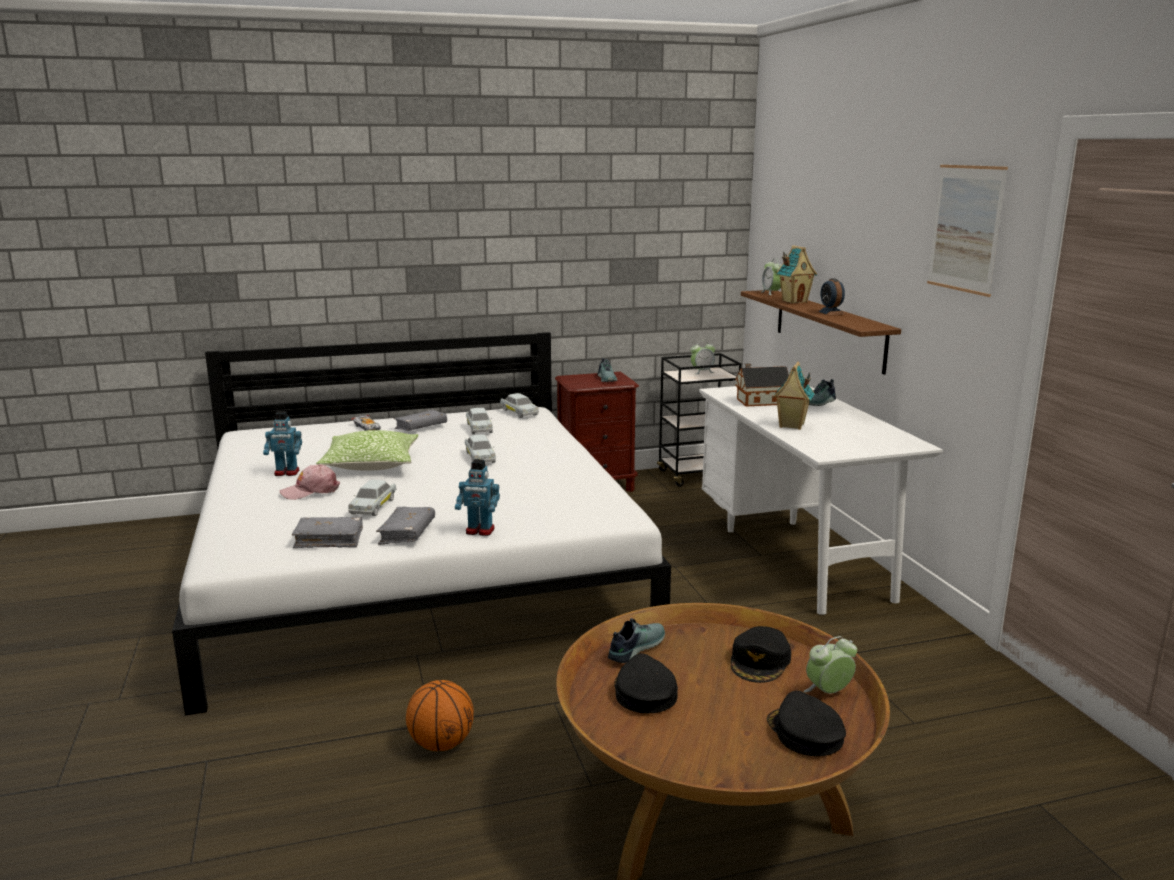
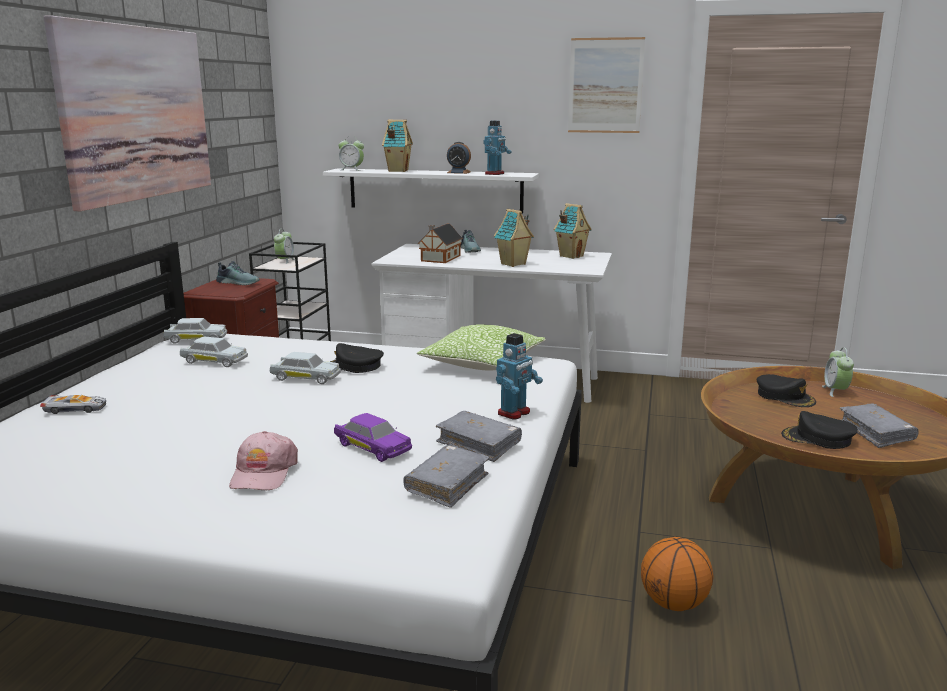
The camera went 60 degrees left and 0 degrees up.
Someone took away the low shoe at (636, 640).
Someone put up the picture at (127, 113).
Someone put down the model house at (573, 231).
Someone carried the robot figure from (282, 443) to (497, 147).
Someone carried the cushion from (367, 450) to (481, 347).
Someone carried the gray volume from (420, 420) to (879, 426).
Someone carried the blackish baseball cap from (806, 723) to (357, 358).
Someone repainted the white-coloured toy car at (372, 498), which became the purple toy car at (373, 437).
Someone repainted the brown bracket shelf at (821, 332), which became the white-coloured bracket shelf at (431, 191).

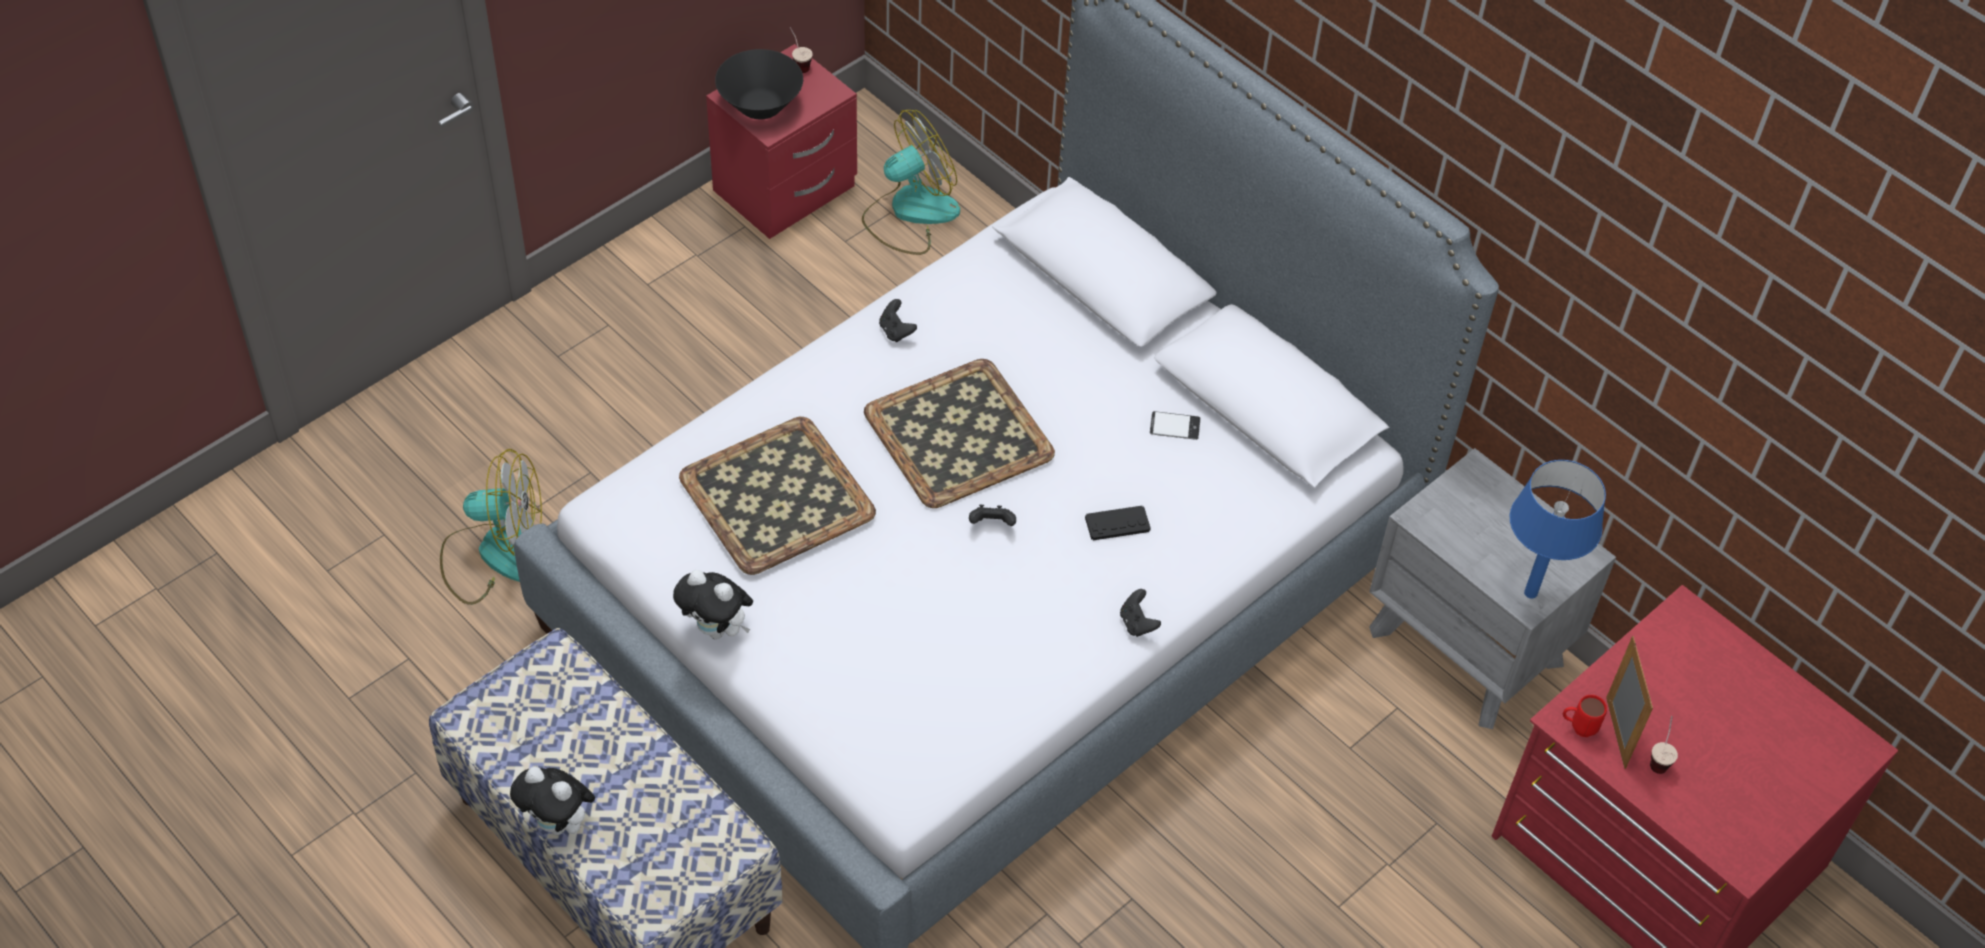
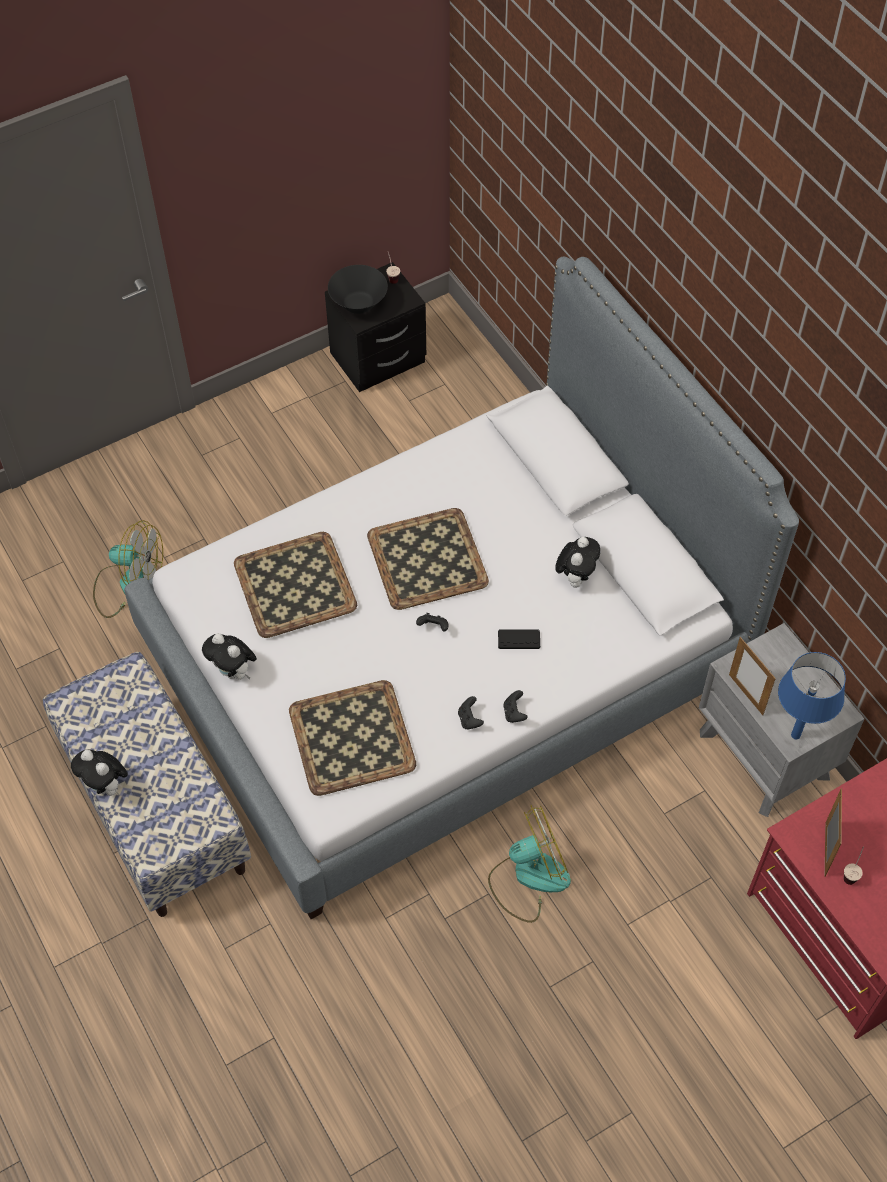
The camera went 15 degrees right and 5 degrees up.
Someone took away the red-coloured coffee mug at (1585, 716).
Someone put down the tray at (352, 738).
Someone put down the standing frame at (752, 676).
Someone carried the fan from (911, 182) to (529, 864).
Someone carried the blackish joypad from (898, 320) to (471, 712).
Someone swapped the handset at (1175, 425) for the soft toy at (577, 562).
Someone repainted the red-coloured nightstand at (781, 141), which became the blackish nightstand at (375, 327).

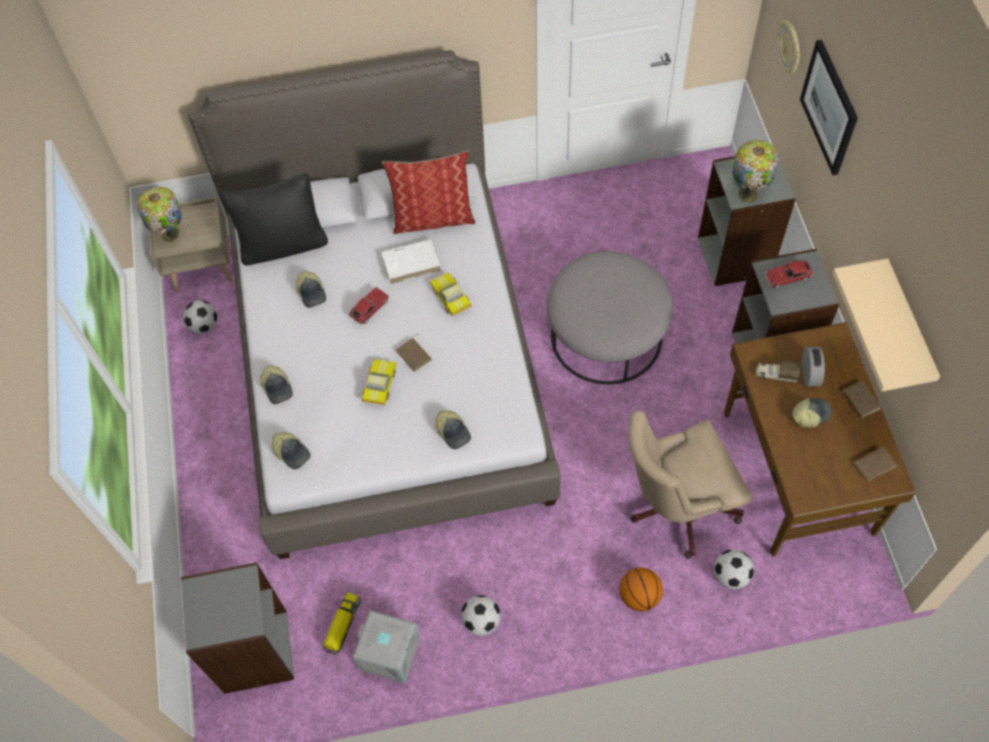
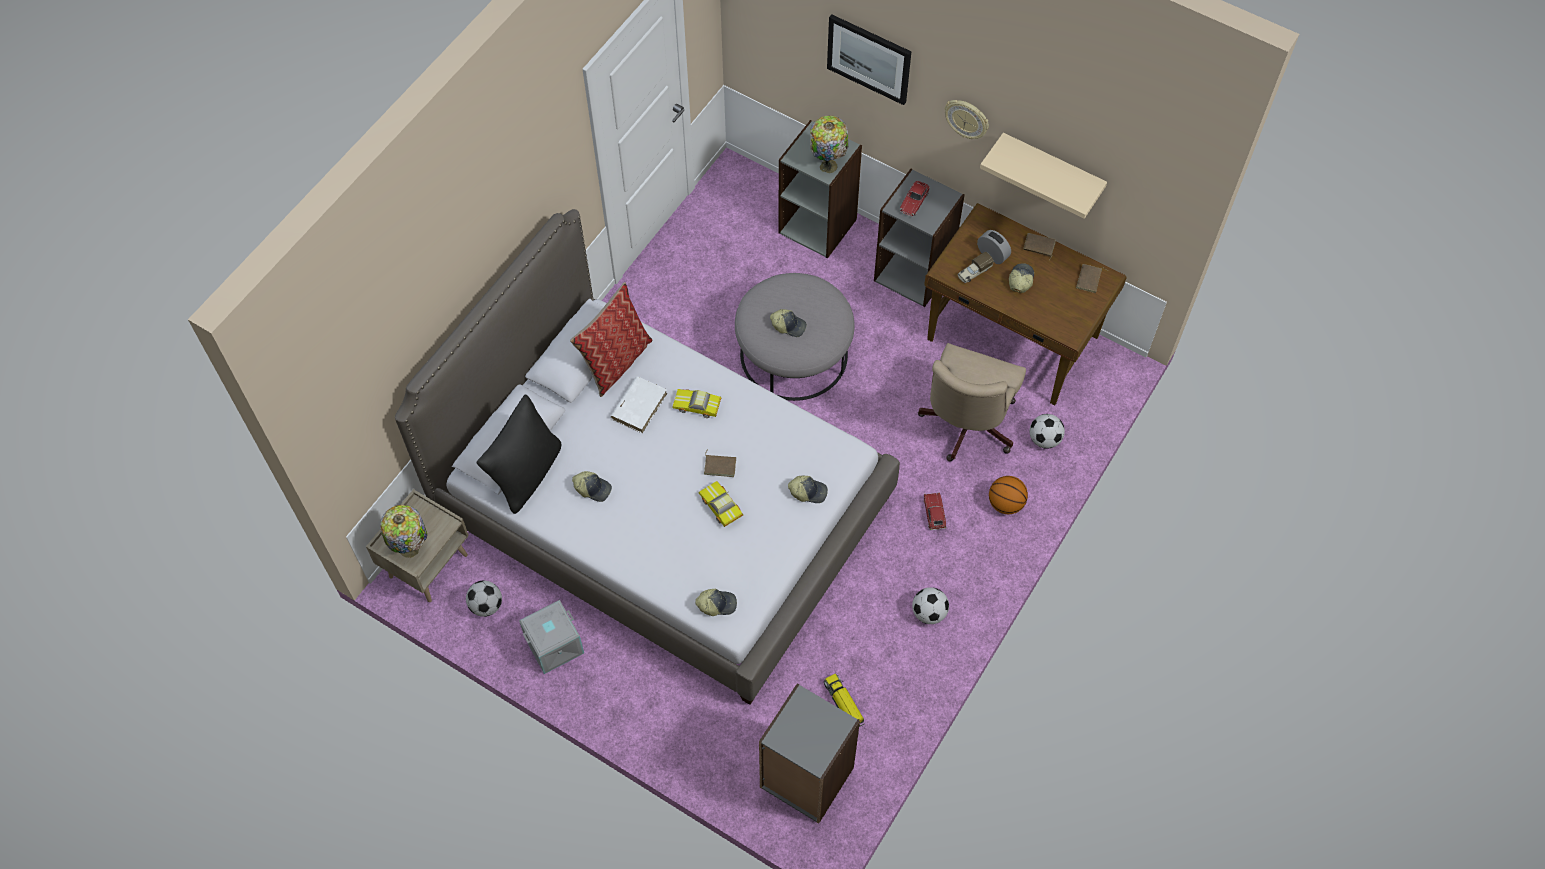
The camera went 50 degrees left and 0 degrees up.
Someone carried the baseball cap from (276, 384) to (788, 323).
Someone carried the toy car from (369, 306) to (935, 511).
Someone carried the gray storage container from (386, 647) to (551, 637).
Someone carried the wall clock from (788, 46) to (967, 119).

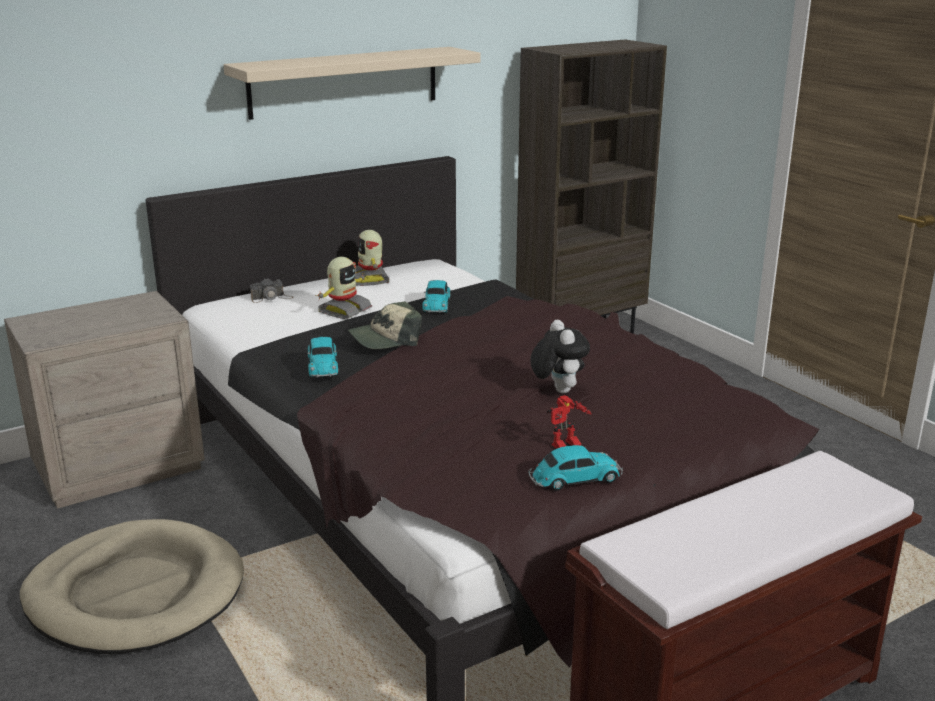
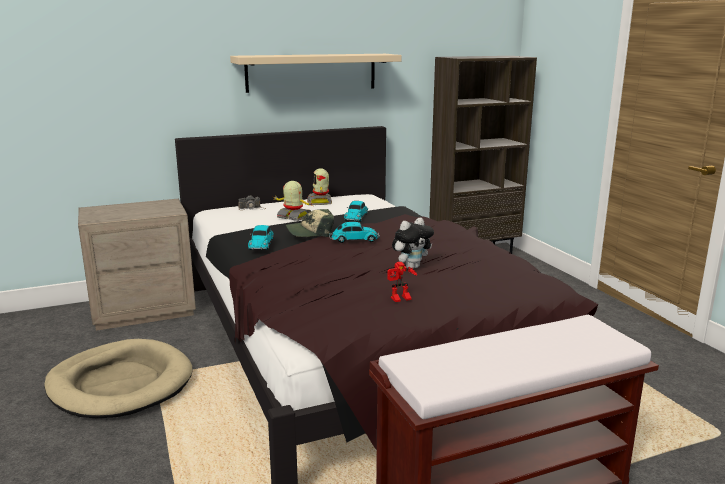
The camera went 10 degrees right and 5 degrees down.
Someone carried the toy car from (575, 468) to (354, 232).
Someone rotated the robot figure at (343, 288) by 105 degrees counterclockwise.
Someone rotated the soft toy at (560, 357) by 60 degrees clockwise.

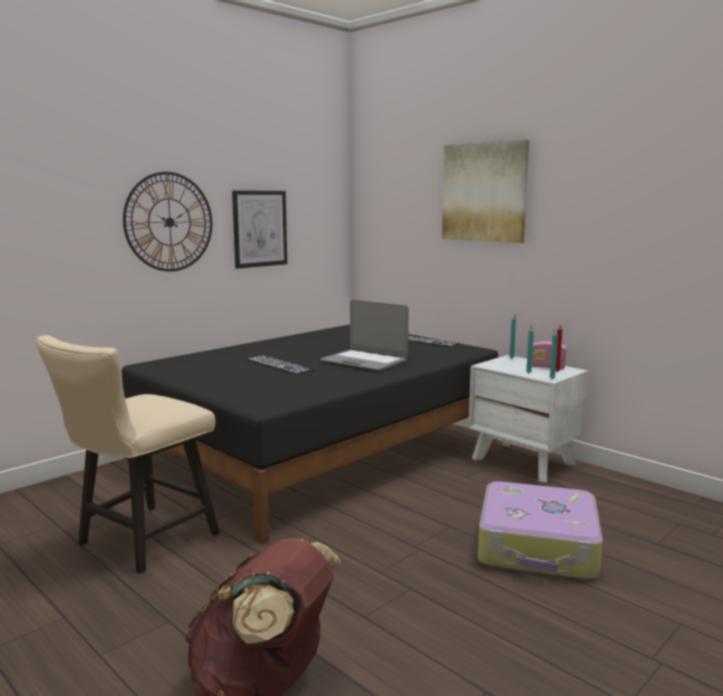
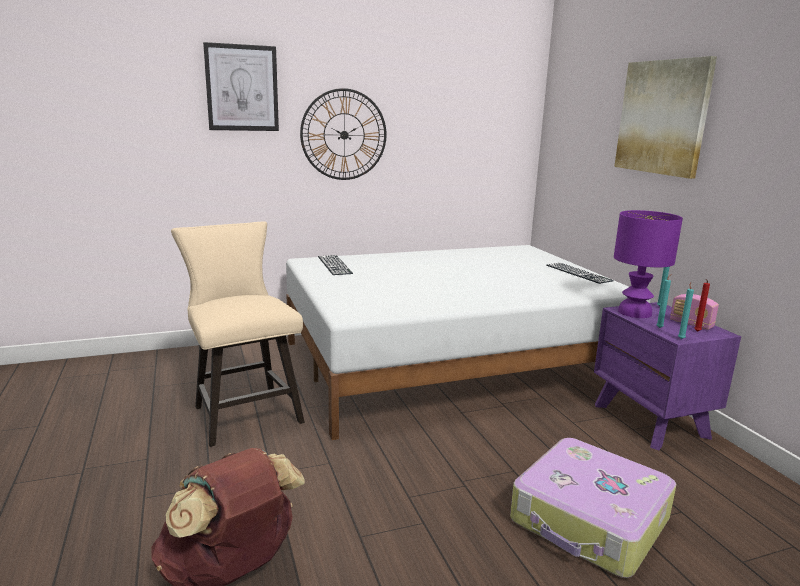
The camera went 25 degrees right and 5 degrees up.
Someone took away the portable computer at (364, 335).
Someone put down the purple table lamp at (648, 264).
Someone carried the picture from (259, 229) to (241, 86).
Someone carried the computer keyboard from (280, 365) to (335, 265).
Someone repainted the blackish bedroom bed at (310, 434), which became the white-coloured bedroom bed at (468, 342).
Someone repainted the white-coloured nightstand at (528, 418), which became the purple nightstand at (667, 376).
Someone rotated the beige-coloured upright chair at (128, 454) by 90 degrees clockwise.

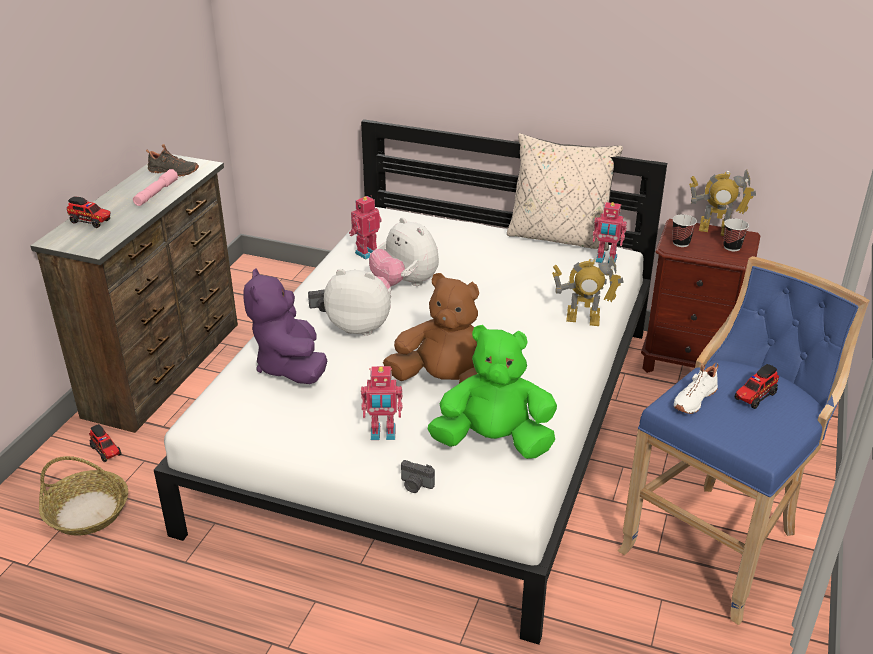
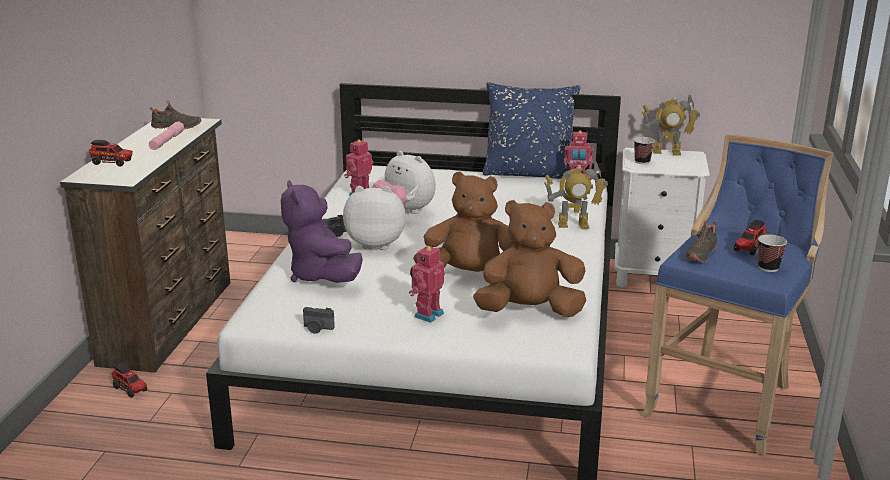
The camera went 10 degrees left and 10 degrees down.
Someone took away the storage basket at (83, 496).
Someone carried the still camera from (418, 476) to (319, 320).
Someone carried the cup from (736, 234) to (772, 253).
Someone repainted the greenish soft toy at (492, 392), which became the brown soft toy at (529, 258).
Someone repainted the beige-coloured cushion at (565, 192), which became the blue-coloured cushion at (532, 130).
Someone repainted the brown nightstand at (700, 296), which became the white-coloured nightstand at (662, 217).
Someone repainted the white-coloured low shoe at (696, 388), which became the blackish low shoe at (701, 241).
Someone rotated the robot figure at (381, 403) by 135 degrees clockwise.

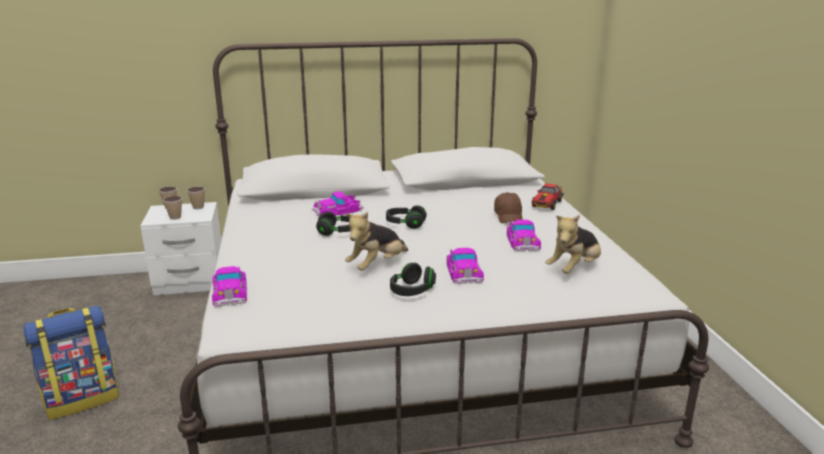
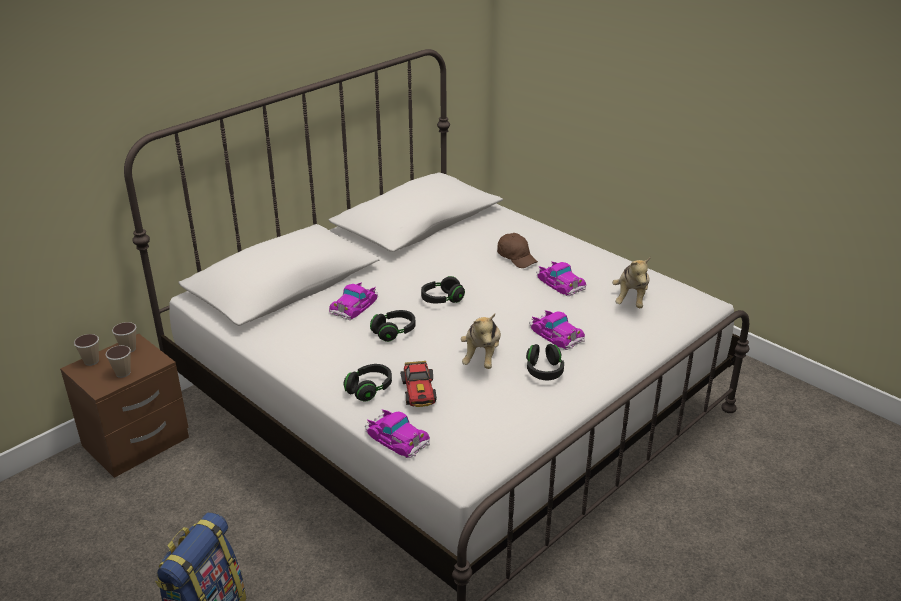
The camera went 35 degrees left and 10 degrees up.
Someone put down the blackish headphones at (367, 383).
Someone carried the toy car from (547, 196) to (418, 384).
Someone repainted the white-coloured nightstand at (180, 248), which became the brown nightstand at (124, 406).

